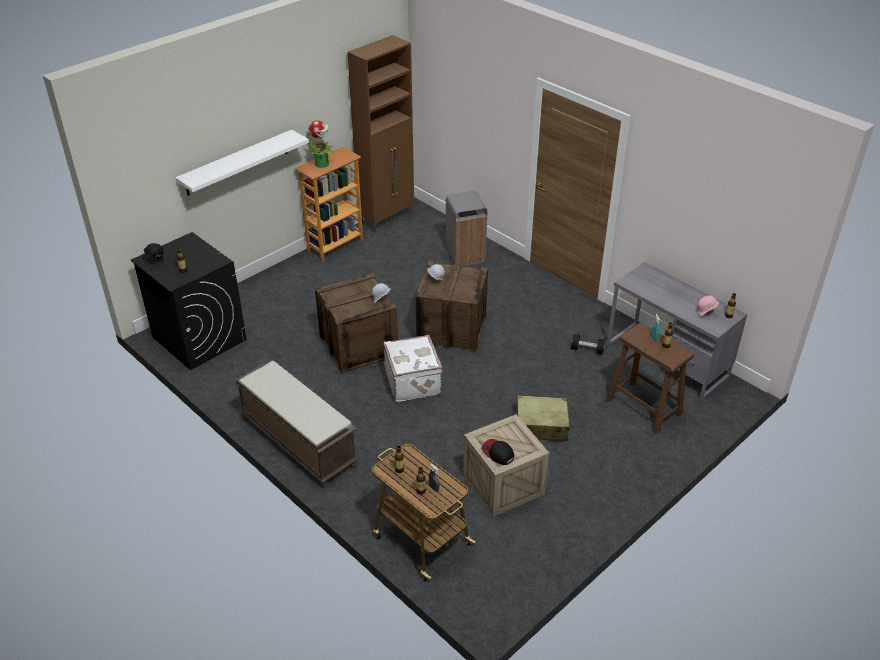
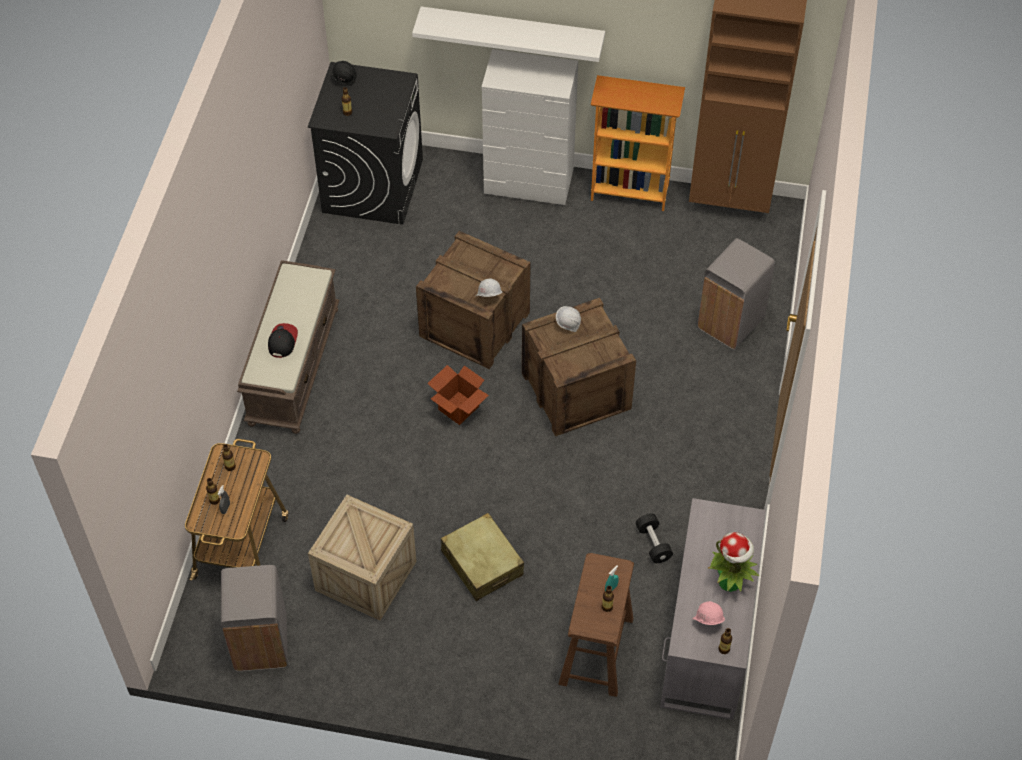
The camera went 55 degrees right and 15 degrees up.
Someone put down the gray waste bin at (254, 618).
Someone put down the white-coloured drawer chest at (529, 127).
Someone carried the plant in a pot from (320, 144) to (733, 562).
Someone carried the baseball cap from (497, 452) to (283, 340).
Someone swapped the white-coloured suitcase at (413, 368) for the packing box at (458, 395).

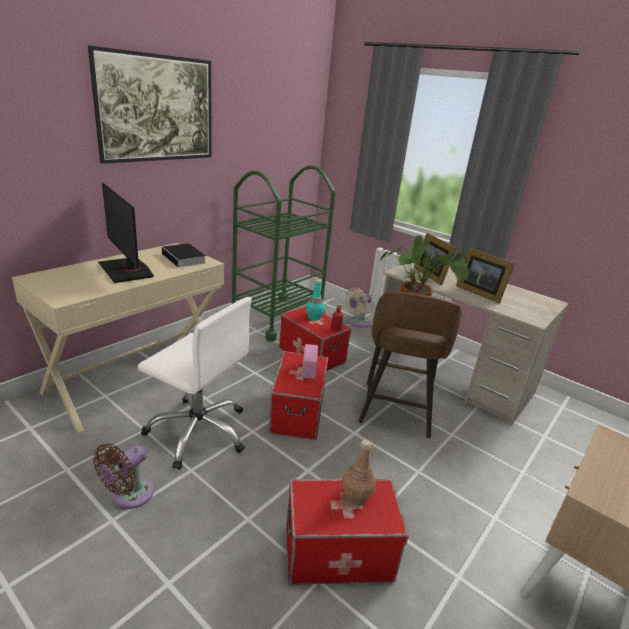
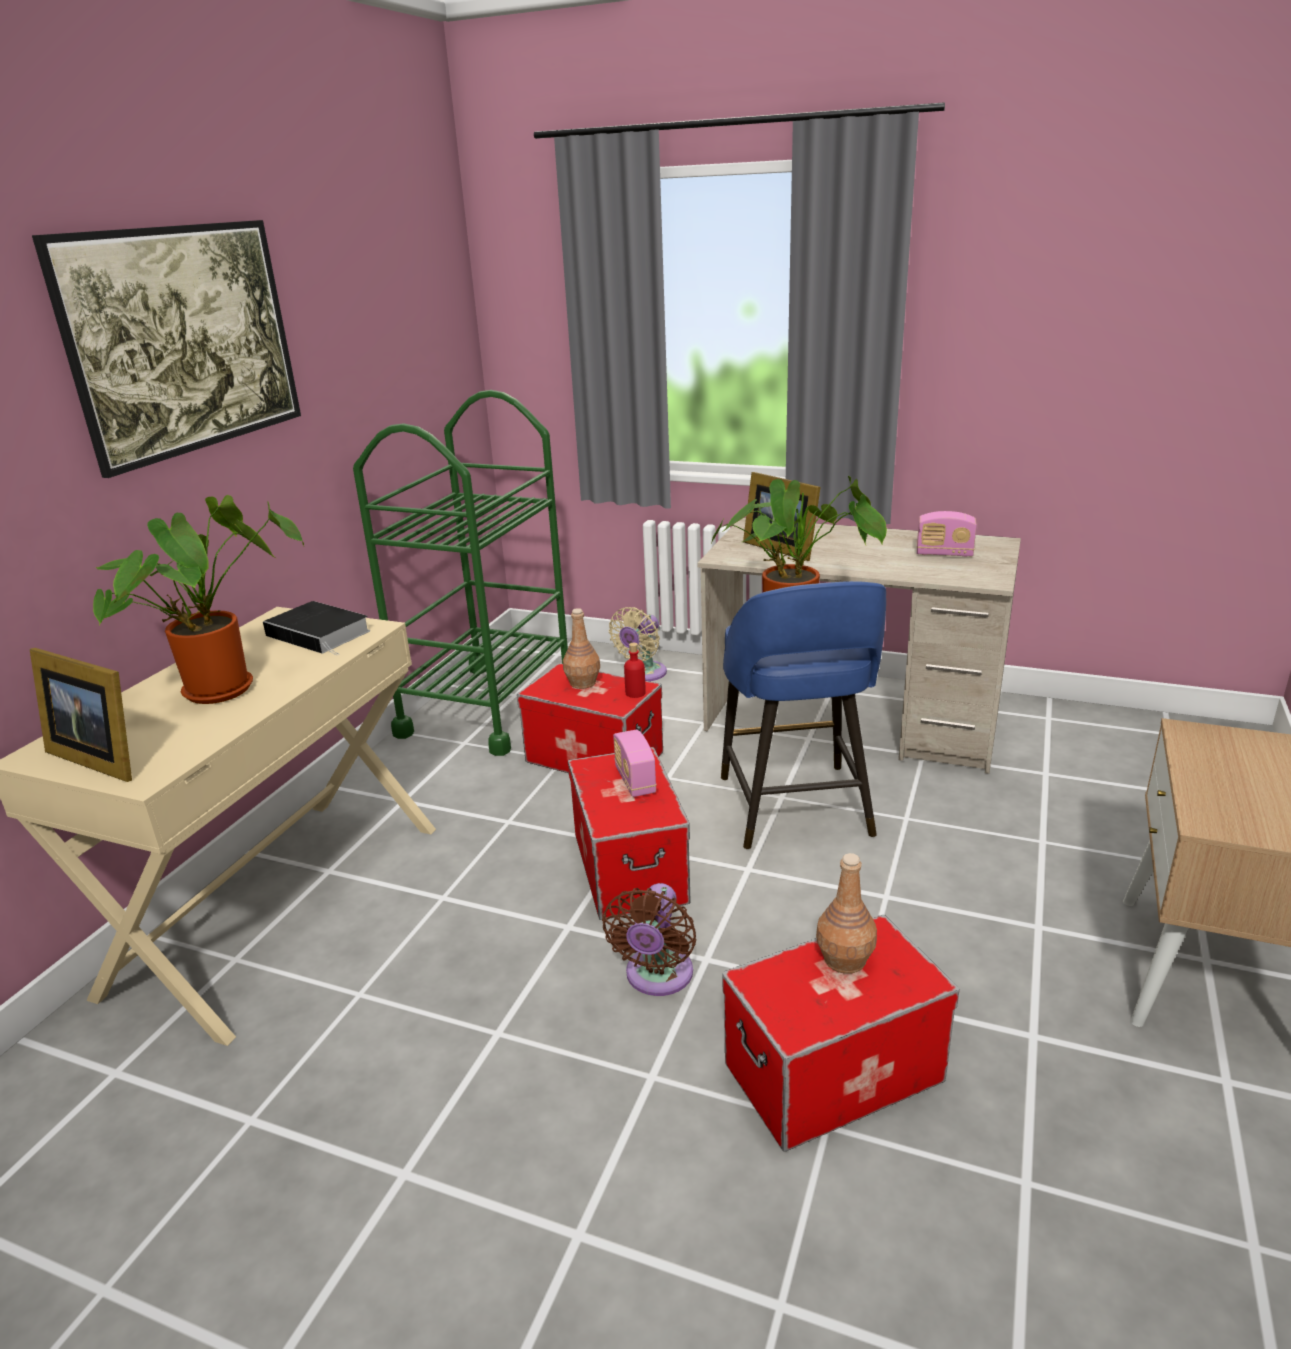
The camera went 15 degrees left and 0 degrees up.
Someone took away the white-coloured computer chair at (195, 383).
Someone put down the radio at (947, 534).
Someone carried the brown fan from (123, 476) to (649, 939).
Someone carried the standing frame from (485, 275) to (81, 715).
Someone swapped the monitor at (126, 233) for the plant in a pot at (198, 599).
Someone repainted the turquoise-coloured bottle at (315, 300), which became the brown bottle at (581, 648).
Someone repainted the brown stool at (410, 365), which became the blue-coloured stool at (803, 715).

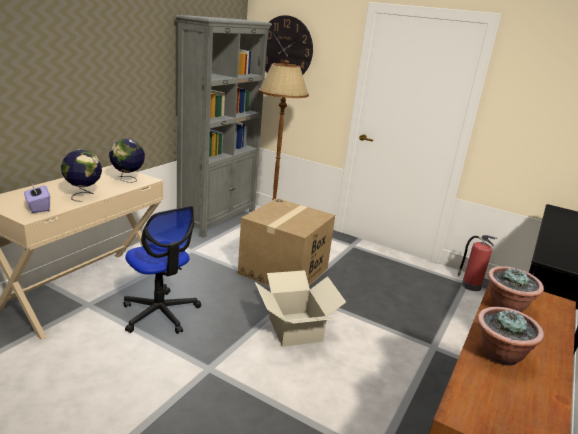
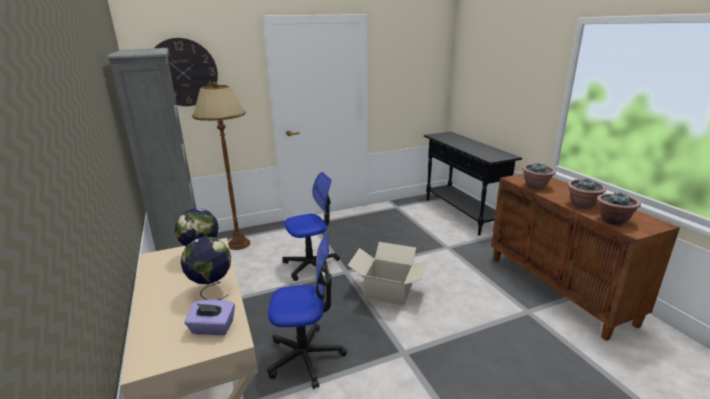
The camera went 50 degrees left and 0 degrees up.
Someone took away the fire-fighting cylinder at (477, 263).
Someone put down the plant in a pot at (619, 208).
Someone swapped the packing box at (286, 242) for the computer chair at (311, 226).

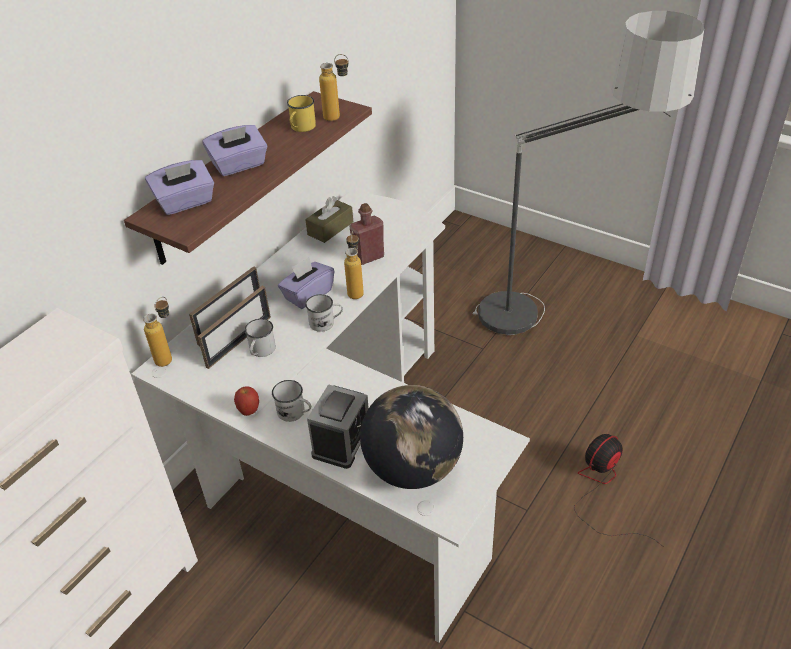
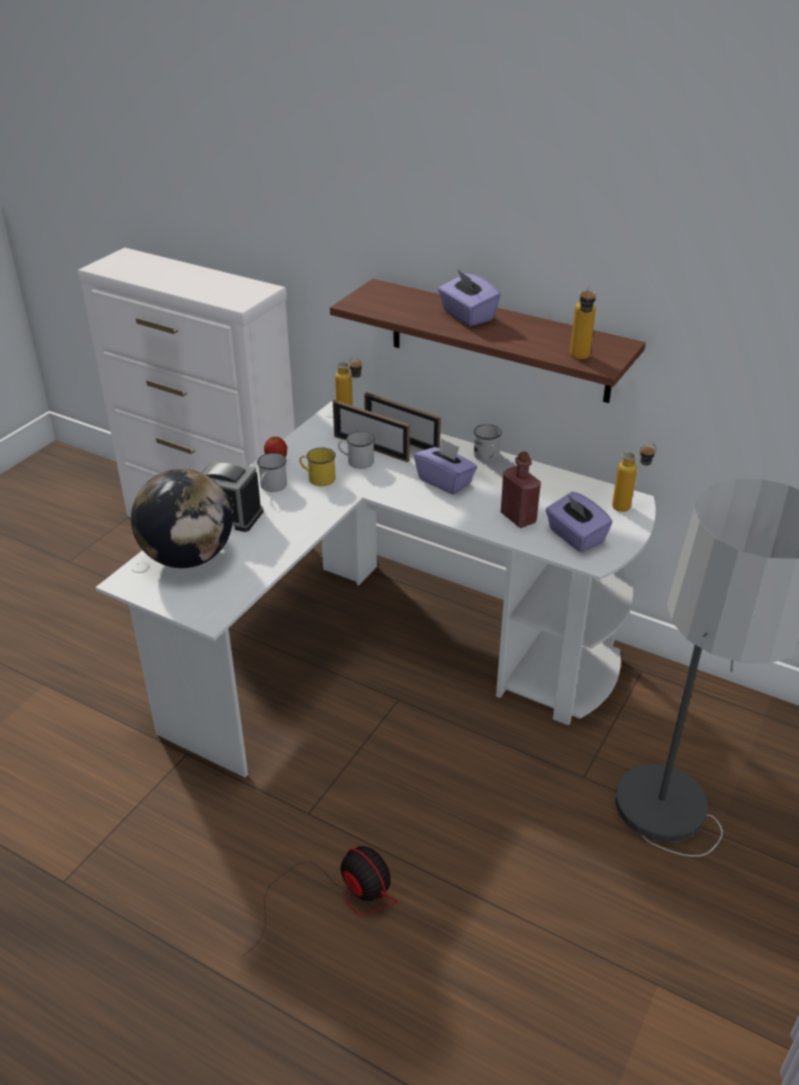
The camera went 85 degrees right and 5 degrees down.
Someone took away the brown tissue holder at (329, 219).
Someone carried the purple tissue holder from (179, 187) to (578, 522).
Someone carried the yellow coffee mug from (301, 113) to (317, 466).
Someone carried the white-coloured coffee mug from (324, 313) to (488, 443).
Someone carried the bottle from (354, 265) to (634, 477).

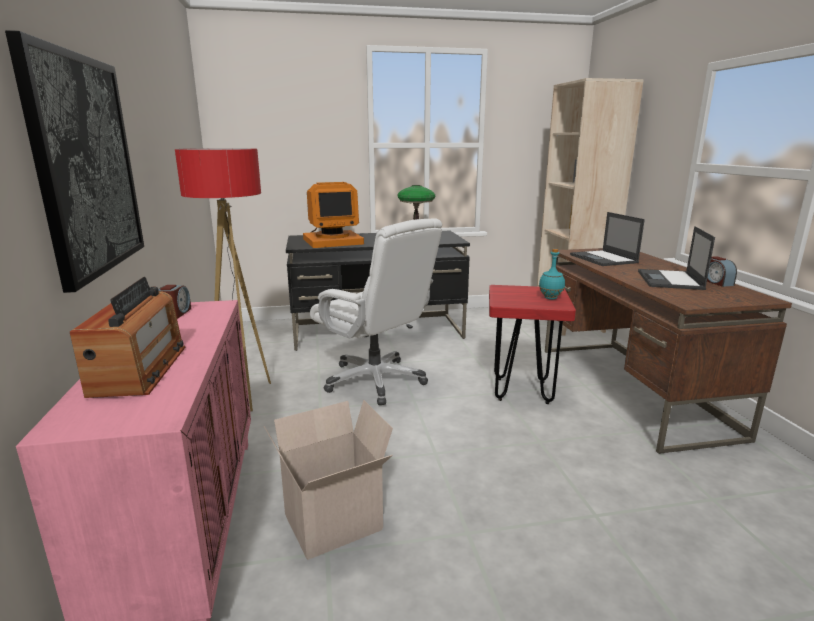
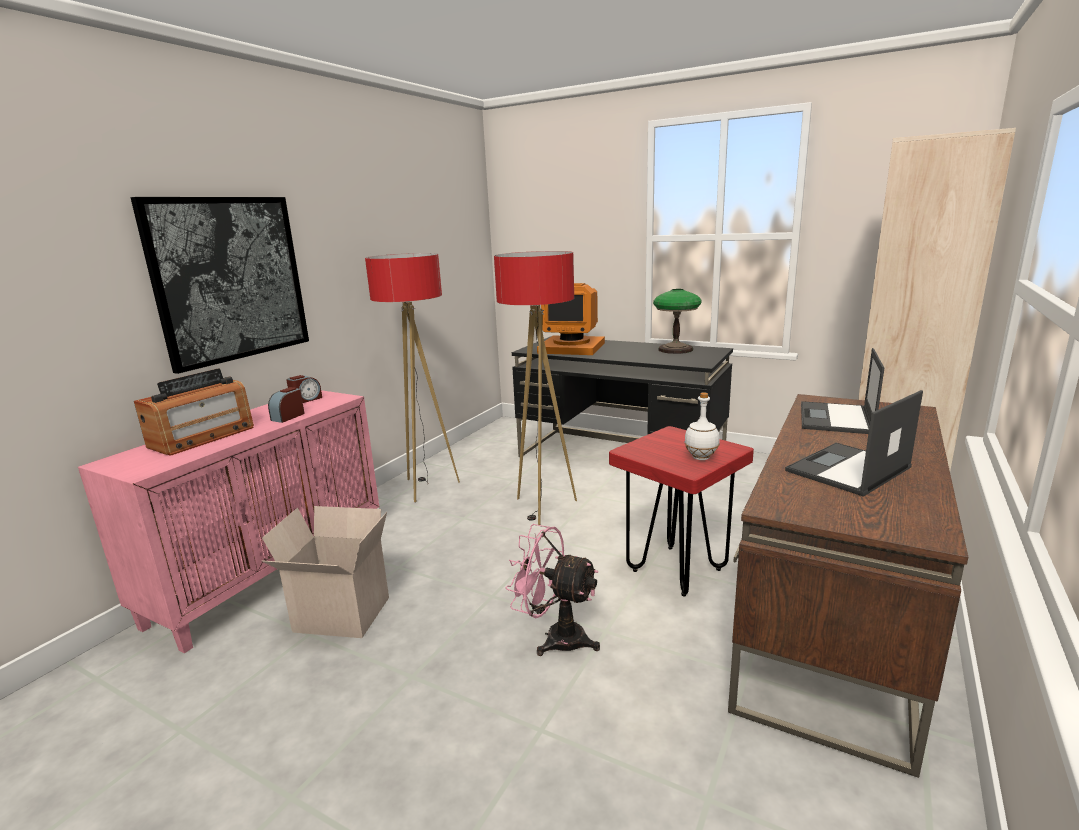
The camera went 40 degrees right and 0 degrees up.
Someone put down the pink fan at (553, 590).
Someone carried the alarm clock from (722, 271) to (286, 405).
Someone swapped the white-coloured computer chair at (376, 311) for the standing lamp at (535, 388).
Someone repainted the turquoise-coloured bottle at (552, 274), which became the white-coloured bottle at (702, 426).

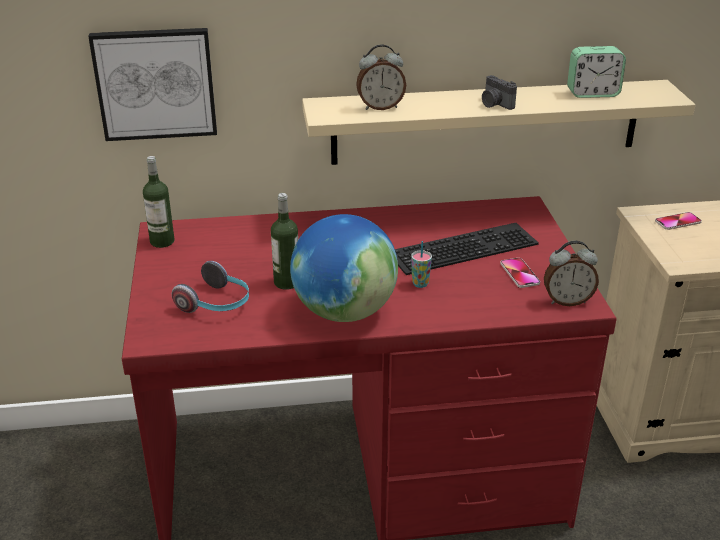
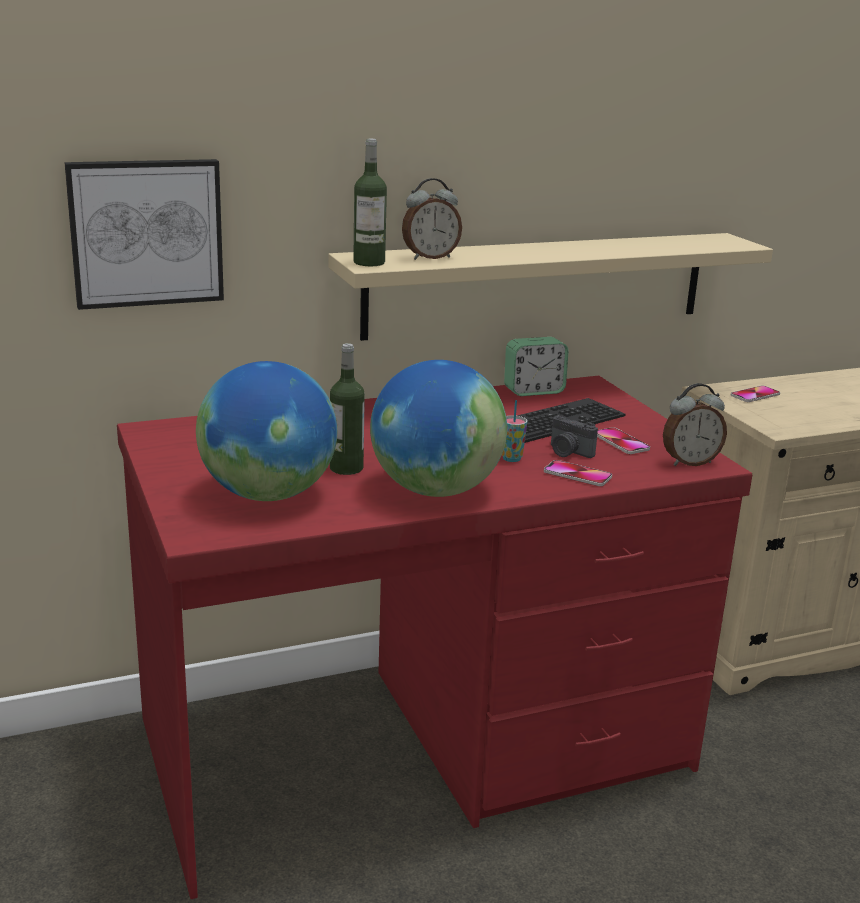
The camera went 15 degrees left and 10 degrees down.
Someone put down the handset at (578, 473).
Someone carried the bottle from (159, 202) to (370, 202).
Someone carried the still camera from (499, 92) to (574, 437).
Someone carried the alarm clock from (596, 72) to (536, 366).
Someone swapped the headphones at (210, 287) for the globe at (266, 431).

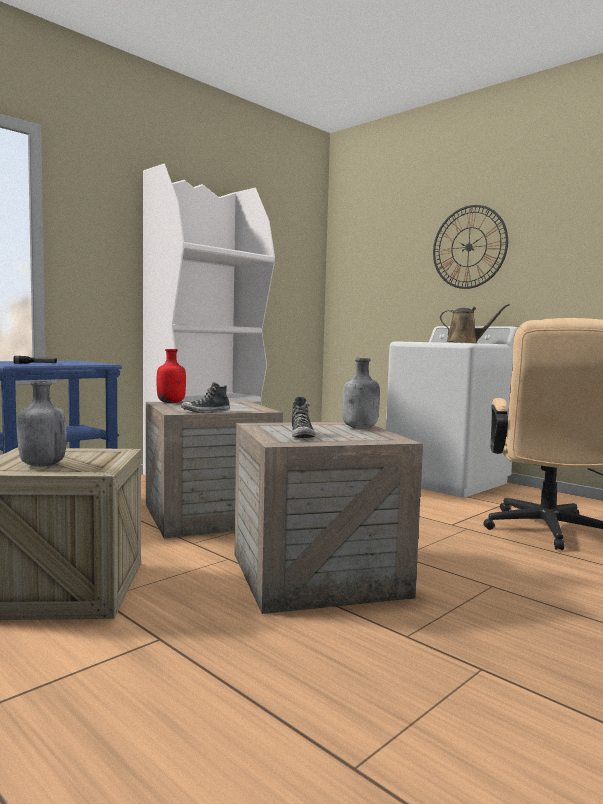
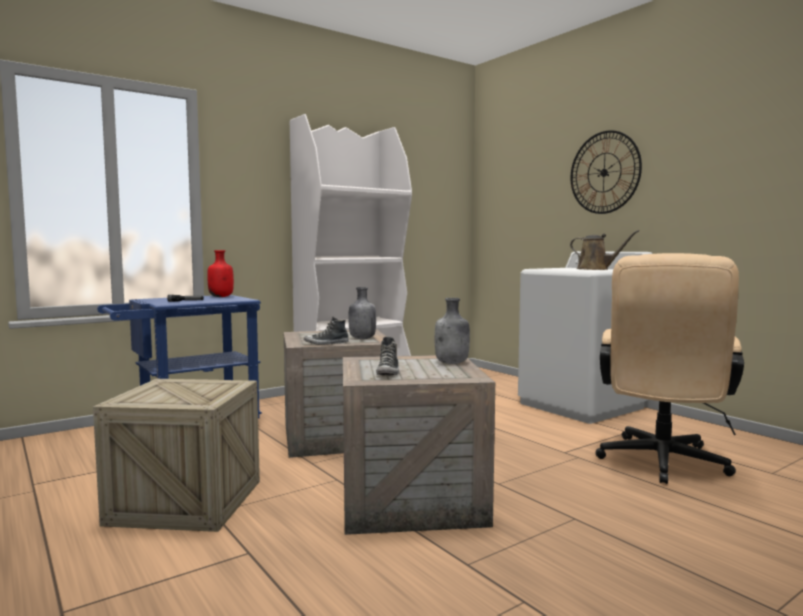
The camera went 10 degrees right and 0 degrees up.
Someone carried the gray bottle from (41, 424) to (362, 313).
Someone carried the red-coloured bottle from (171, 376) to (220, 273).

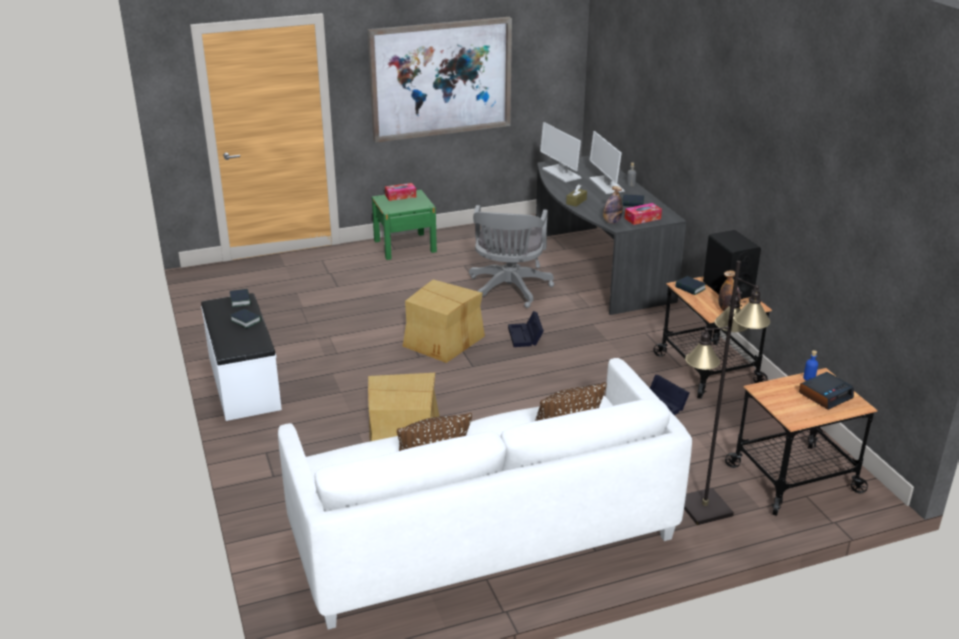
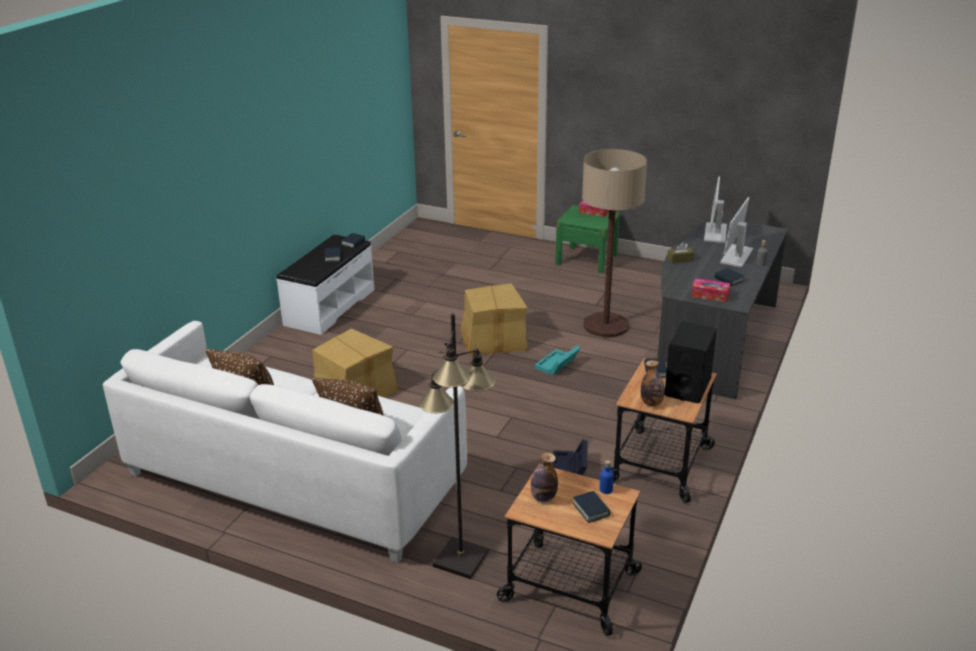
The camera went 45 degrees right and 0 degrees up.
Someone took away the picture at (440, 80).
Someone carried the bottle from (613, 205) to (544, 477).
Someone swapped the gray computer chair at (511, 256) for the standing lamp at (614, 243).
Someone swapped the alarm clock at (826, 391) for the volume at (591, 507).
Someone repainted the blackish storage container at (526, 329), which became the turquoise-coloured storage container at (557, 360).

